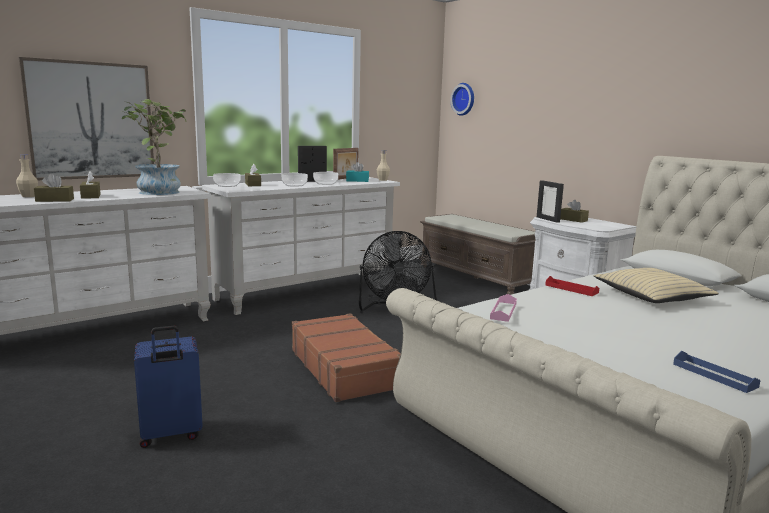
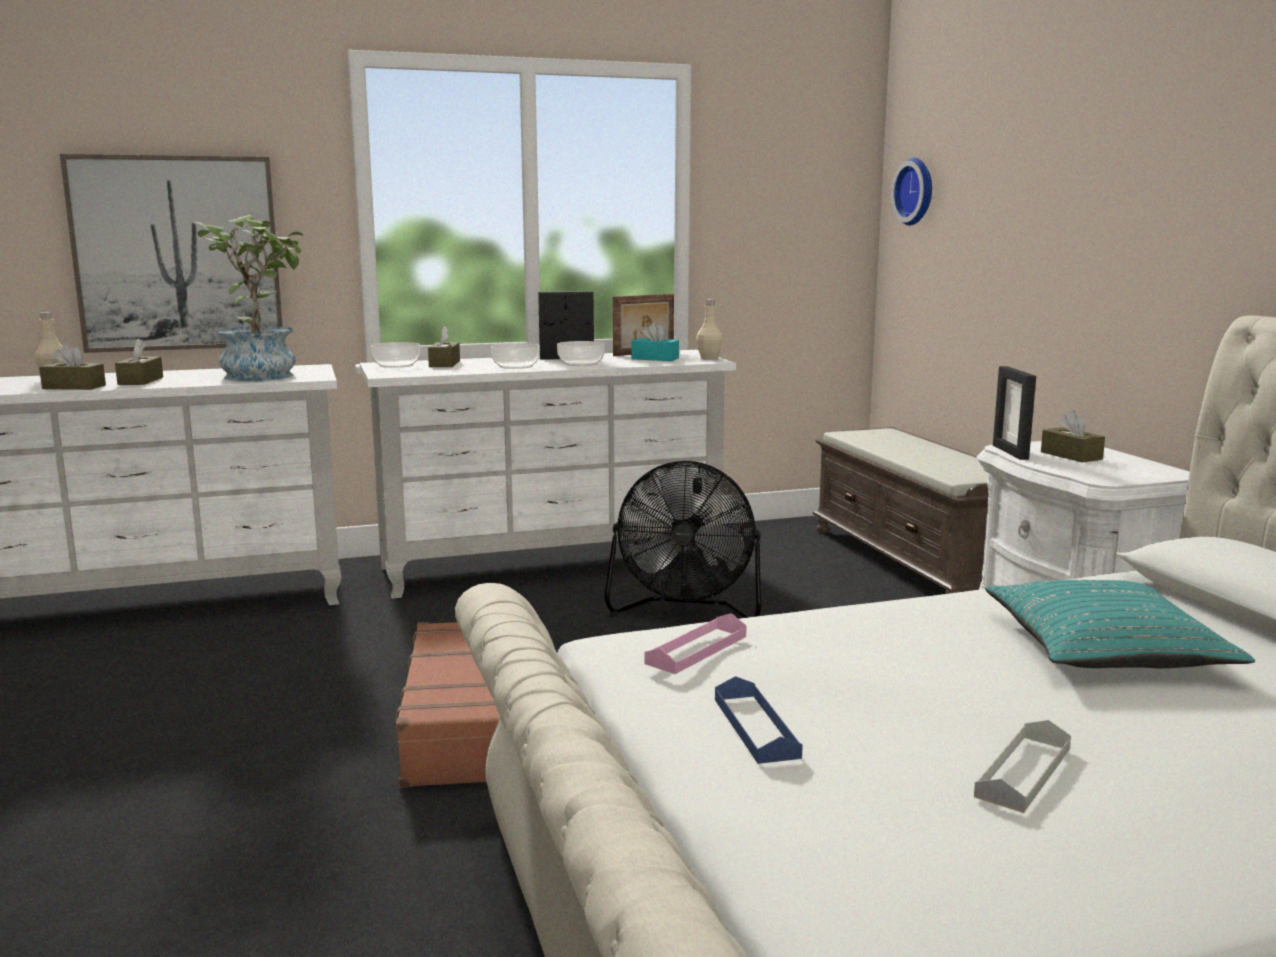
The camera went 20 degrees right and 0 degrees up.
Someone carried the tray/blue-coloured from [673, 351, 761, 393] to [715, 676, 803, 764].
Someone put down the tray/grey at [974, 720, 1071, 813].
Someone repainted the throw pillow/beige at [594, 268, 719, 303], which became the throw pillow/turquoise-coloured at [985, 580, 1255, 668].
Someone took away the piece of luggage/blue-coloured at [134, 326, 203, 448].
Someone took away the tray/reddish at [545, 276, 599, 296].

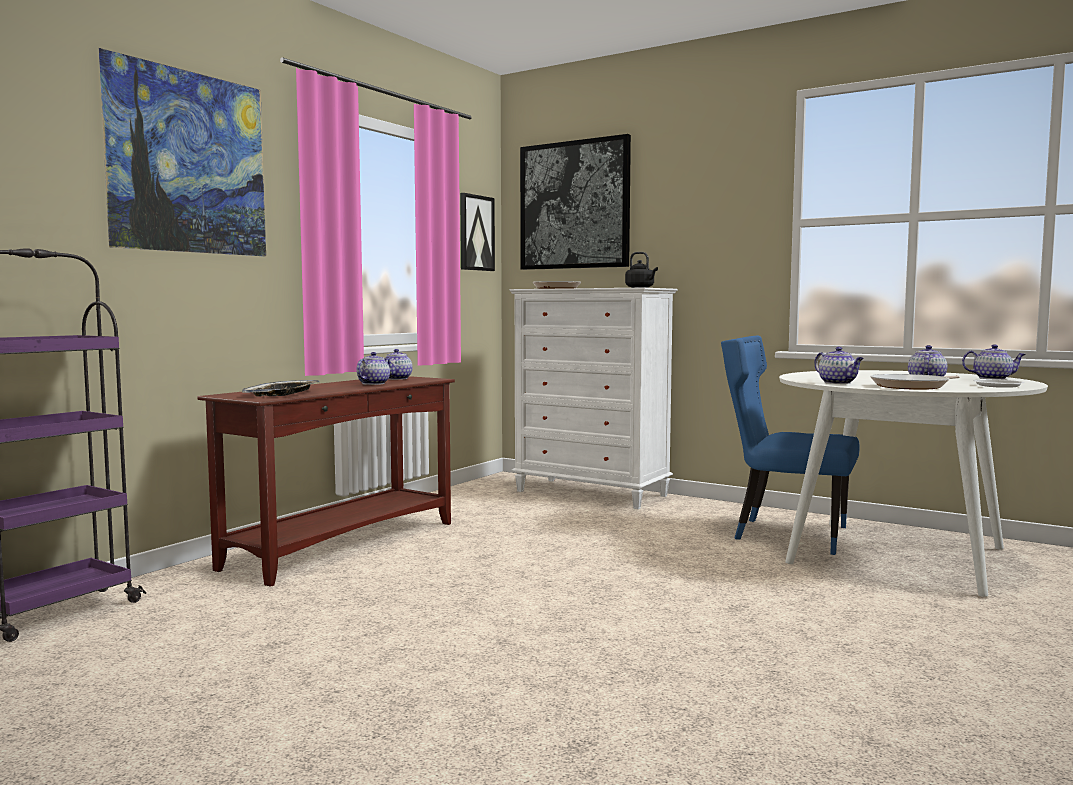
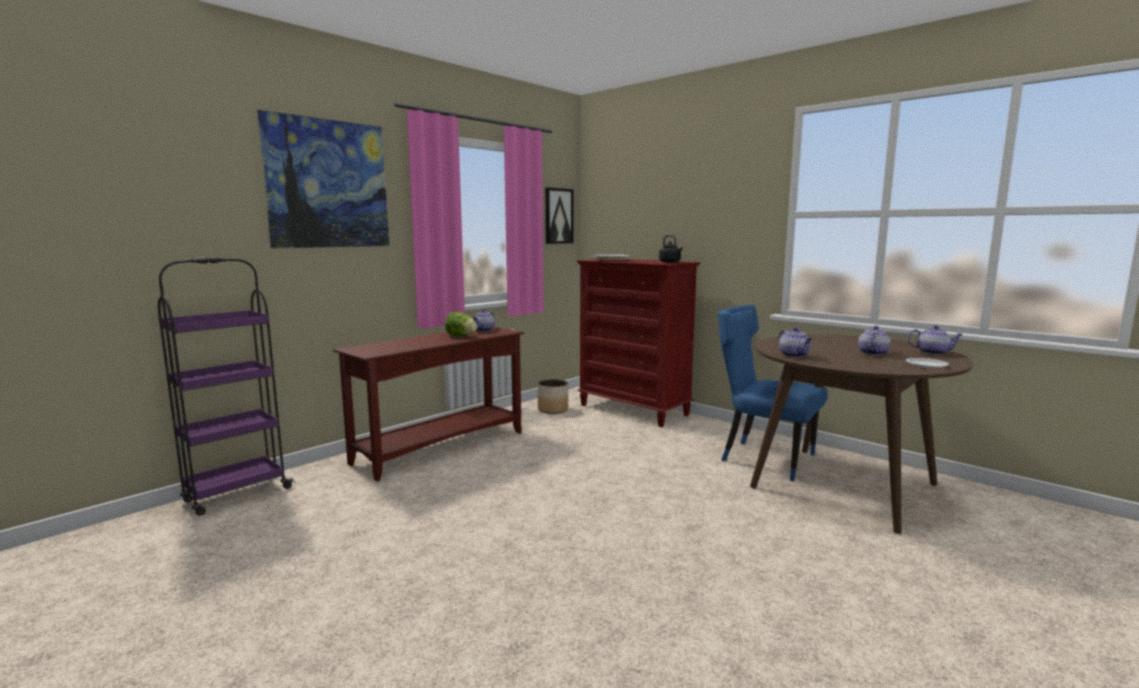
The camera went 10 degrees right and 5 degrees up.
Someone swapped the teapot at [356, 352, 390, 385] for the head of lettuce at [445, 312, 477, 337].
Someone put down the plant pot at [538, 379, 568, 414].
Someone repainted the chest of drawers/white at [510, 288, 677, 509], which became the chest of drawers/reddish at [577, 259, 700, 427].
Someone repainted the kitchen table/white at [779, 370, 1048, 597], which became the kitchen table/brown-coloured at [750, 335, 974, 534].
Someone took away the tray at [242, 380, 320, 397].
Someone took away the wall art at [520, 134, 631, 270].
Someone took away the frying pan at [870, 374, 959, 390].

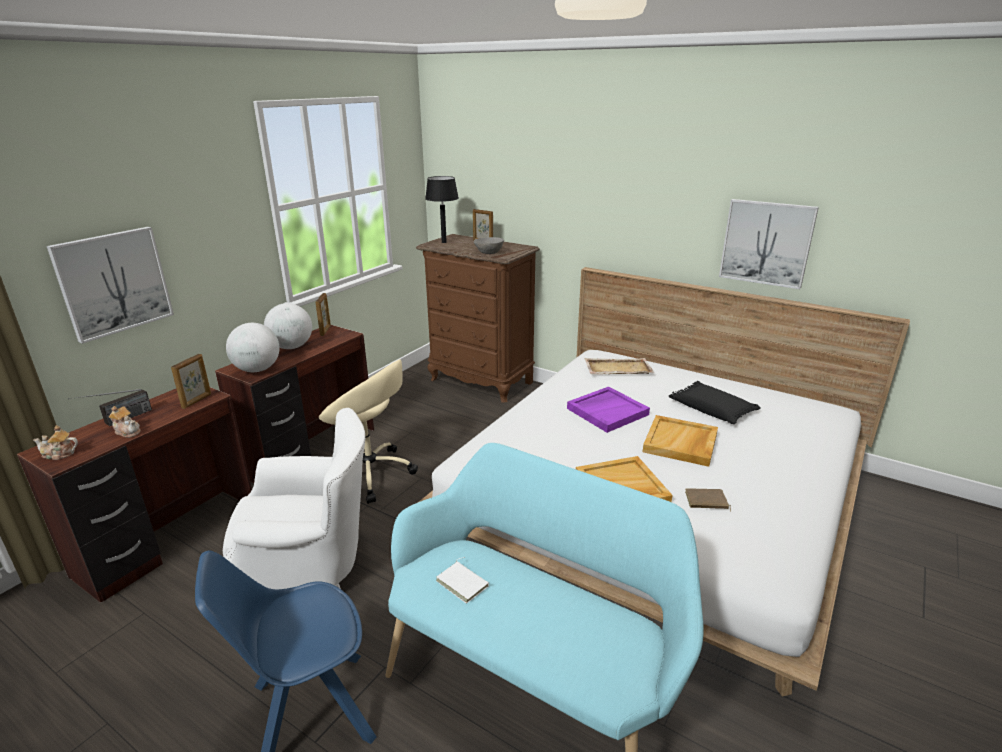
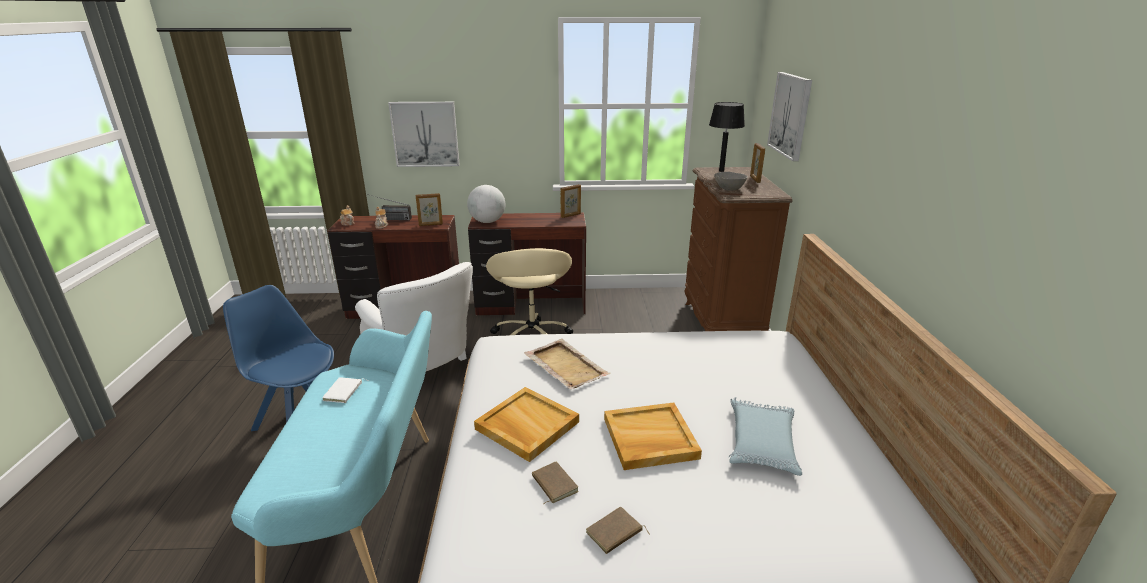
The camera went 55 degrees right and 0 degrees up.
Someone carried the tray/beige from [584, 358, 654, 374] to [524, 339, 611, 389].
Someone put down the book/brown-coloured at [586, 507, 650, 554].
Someone repainted the throw pillow/black-coloured at [669, 381, 761, 424], which became the throw pillow/blue-coloured at [729, 397, 802, 476].
Someone carried the wall art from [719, 199, 819, 289] to [767, 72, 812, 161].
Someone took away the desk globe at [264, 303, 312, 349].
Someone took away the tray/purplish at [567, 387, 650, 433].

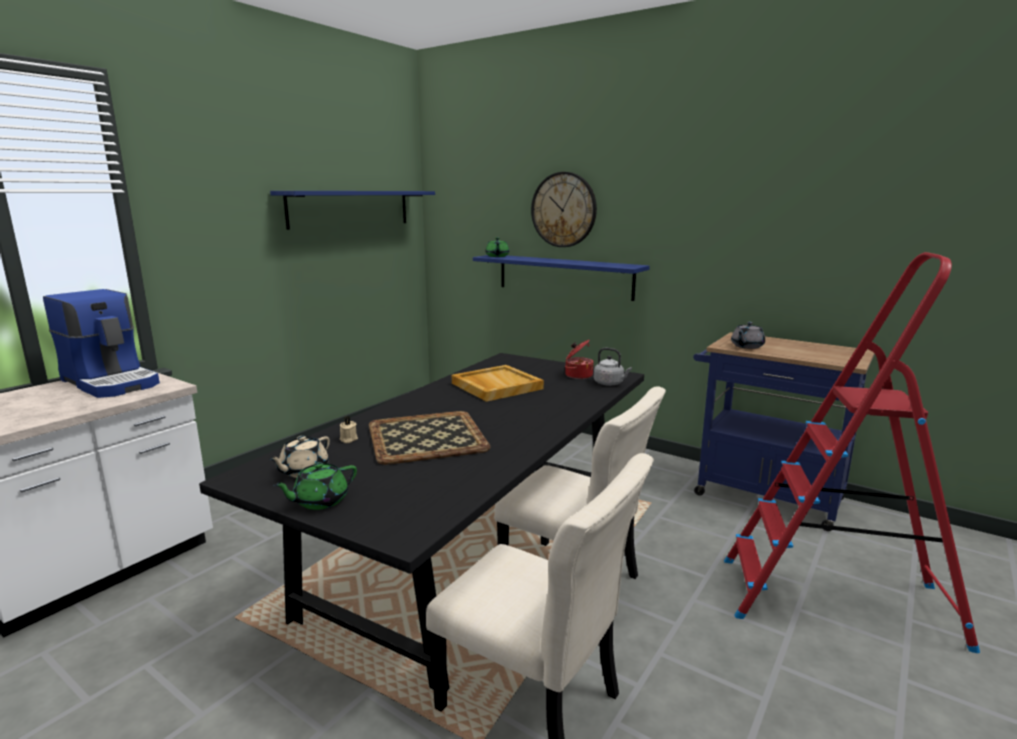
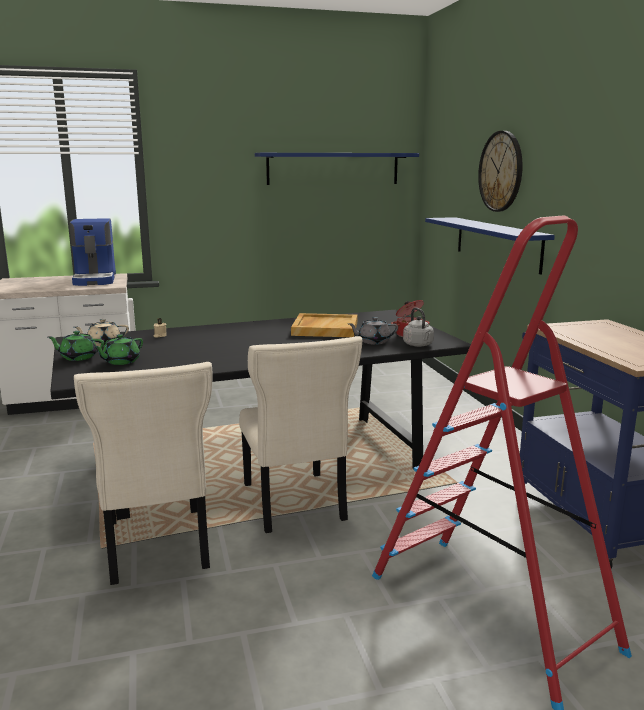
The camera went 40 degrees right and 0 degrees up.
Someone carried the teapot/green-coloured from [485, 237, 509, 257] to [94, 334, 143, 365].
Someone carried the teapot/grey from [731, 322, 765, 349] to [348, 317, 398, 345].
Someone took away the tray at [369, 411, 490, 465].

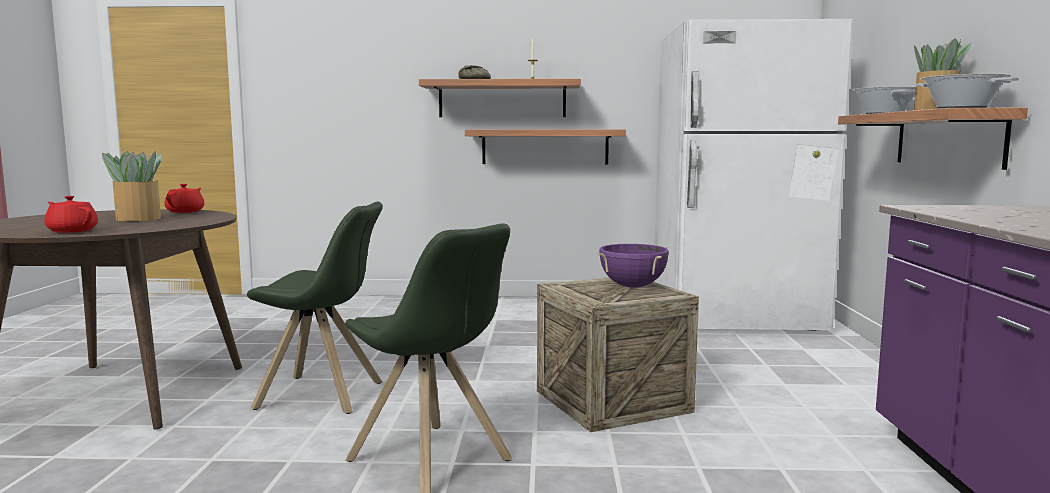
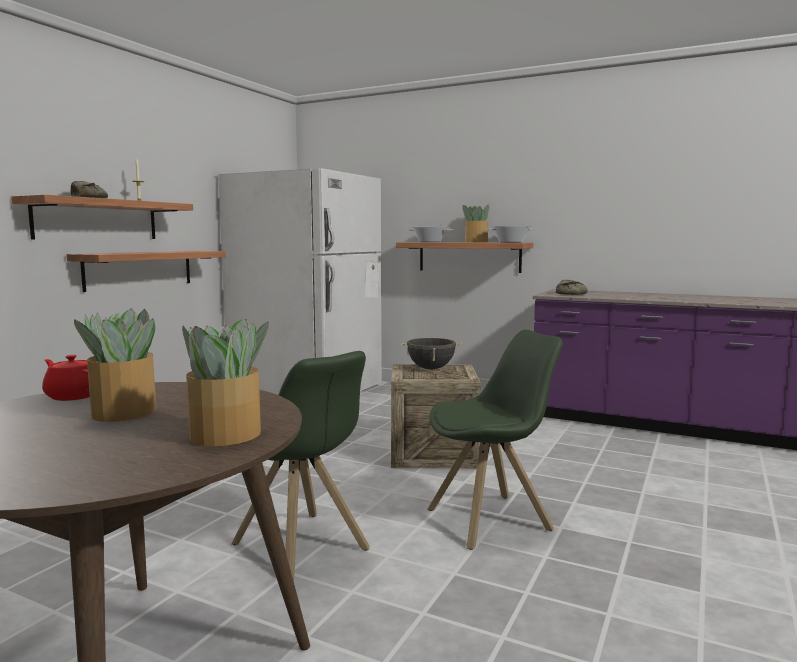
The camera went 65 degrees left and 0 degrees up.
Someone swapped the teapot/reddish at [44, 196, 98, 233] for the houseplant at [182, 319, 269, 446].
Someone rotated the plain chair/green-coloured at [247, 202, 383, 414] by 105 degrees clockwise.
Someone repainted the cooking pot/purplish at [597, 244, 669, 288], which became the cooking pot/black-coloured at [401, 338, 462, 369].
Someone put down the baked bread at [556, 280, 588, 295].

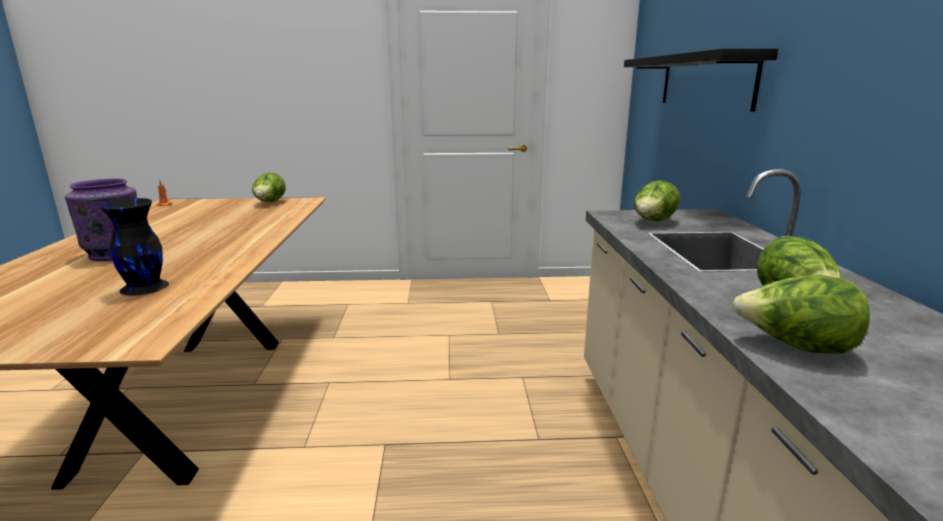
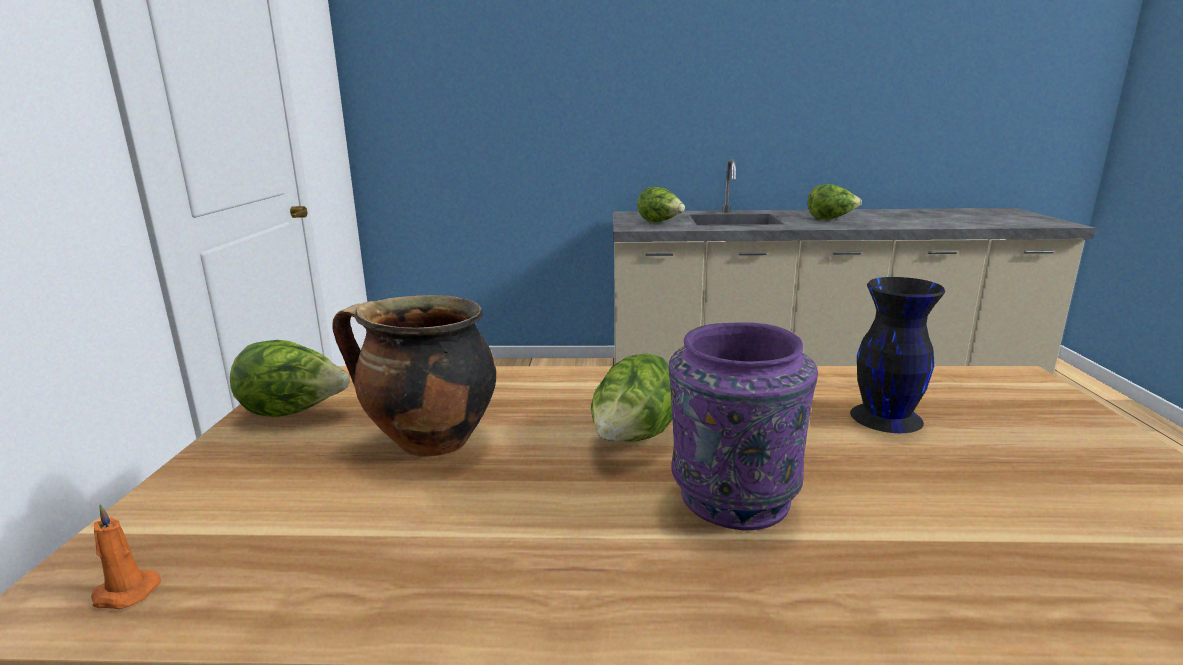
The camera went 85 degrees left and 0 degrees up.
Someone put down the cooking pot at [332, 295, 496, 457].
Someone carried the head of lettuce from [733, 275, 870, 354] to [591, 353, 672, 442].
Someone took away the shelf/black-coloured at [624, 48, 778, 112].

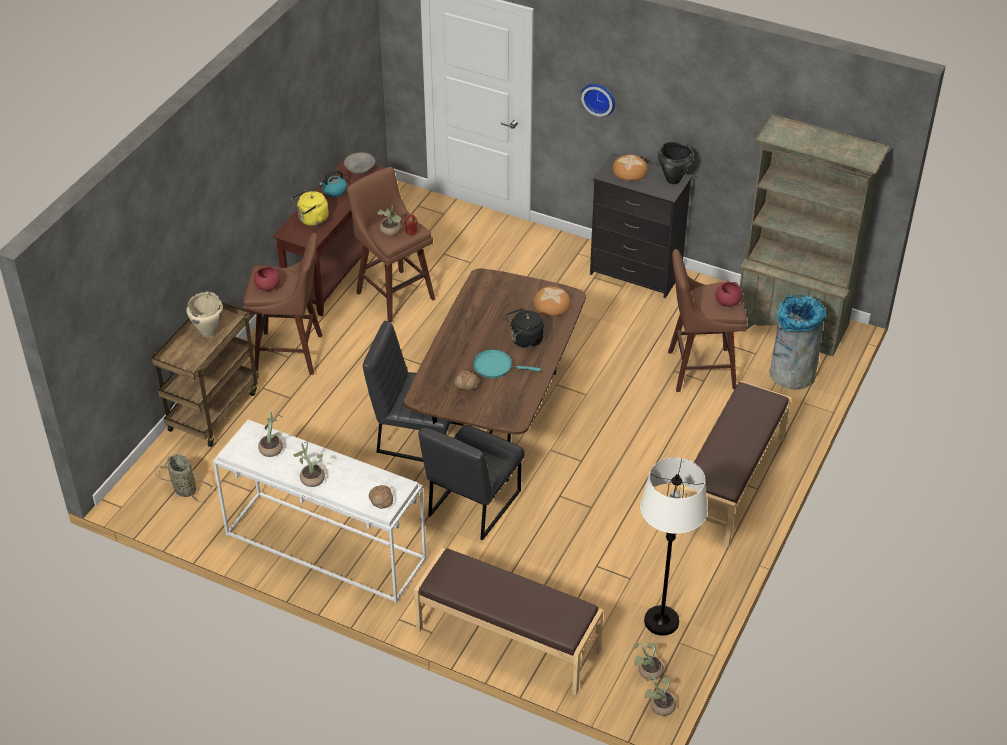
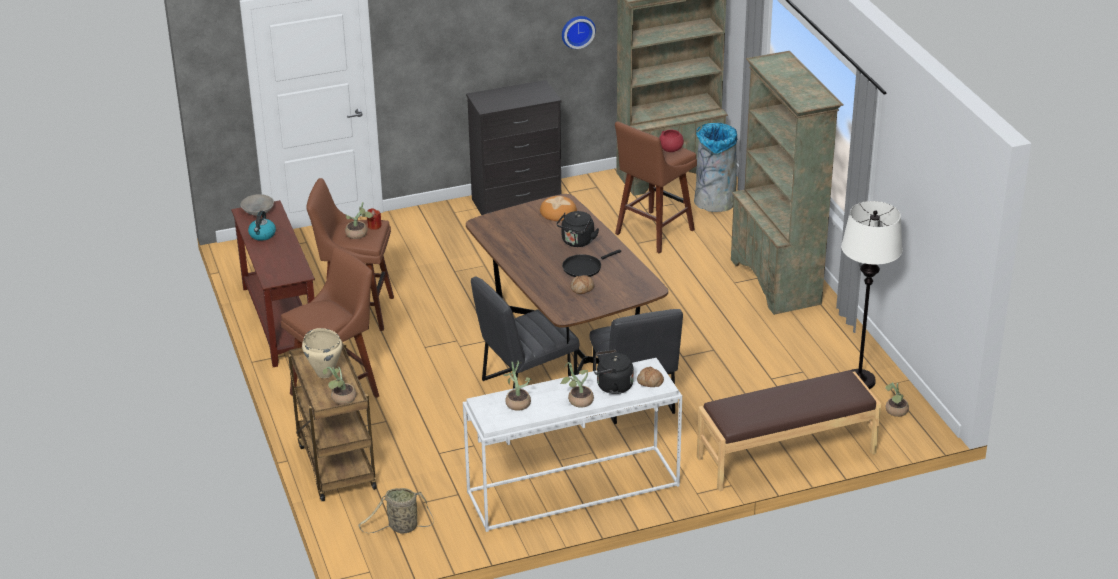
The camera went 45 degrees left and 10 degrees down.
Someone carried the houseplant from [644, 675, 676, 716] to [323, 367, 356, 405].
Someone carried the wall clock from [581, 84, 615, 117] to [562, 16, 596, 49].
Someone repainted the frying pan/turquoise-coloured at [473, 350, 541, 378], which became the frying pan/black-coloured at [562, 249, 621, 277].
Someone put down the water kettle/black-coloured at [594, 349, 634, 394].
Someone swapped the indoor bench/brown-coloured at [680, 381, 791, 547] for the bookcase/green-coloured at [731, 51, 843, 315].
Someone took away the bowl/reddish at [254, 265, 281, 291].
Someone took away the water kettle/yellow at [291, 190, 329, 226].
Someone took away the baked bread at [612, 155, 648, 181].
Someone took away the cooking pot/black-coloured at [658, 142, 693, 184].

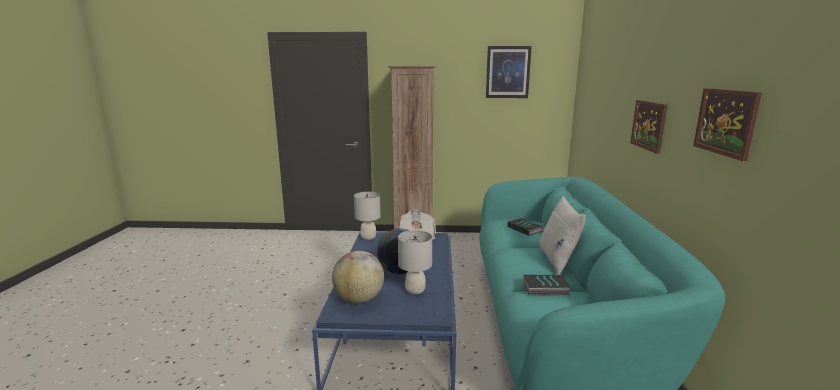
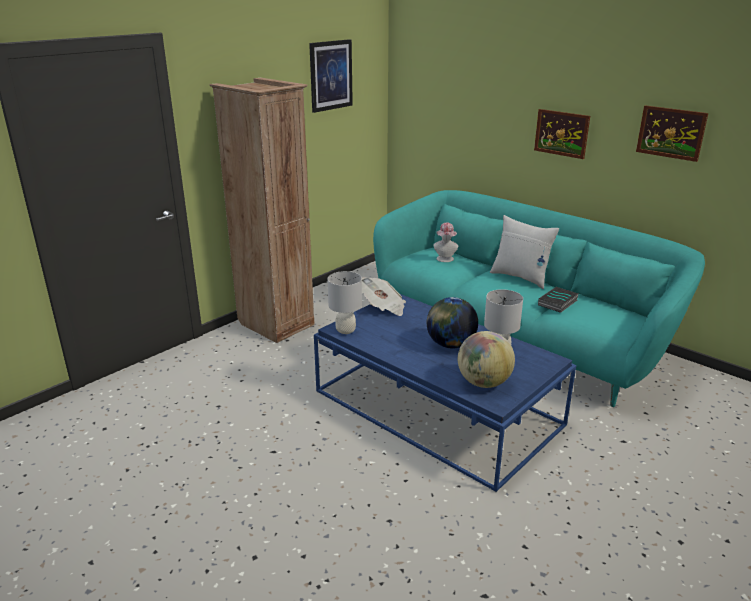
The camera went 50 degrees left and 10 degrees up.
Someone swapped the book at [507, 218, 544, 236] for the clothing hat at [433, 222, 458, 262].

